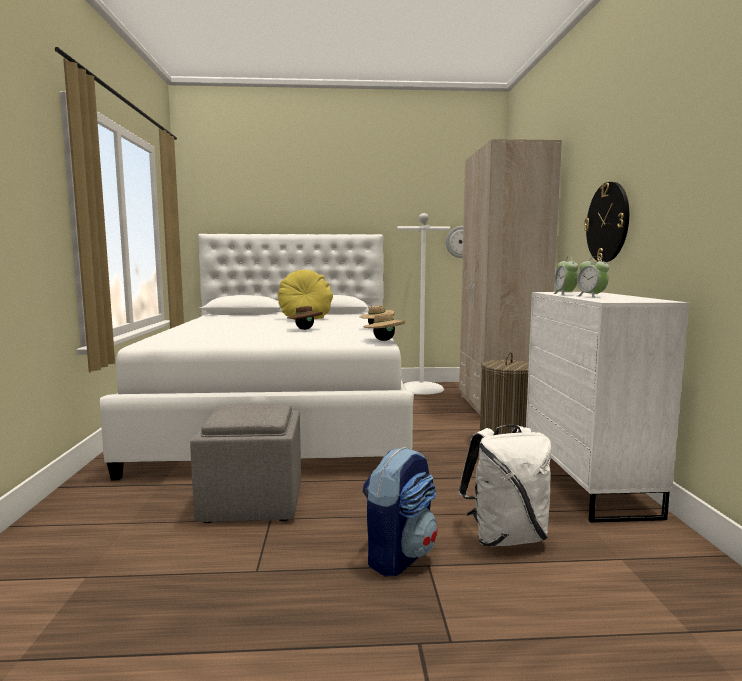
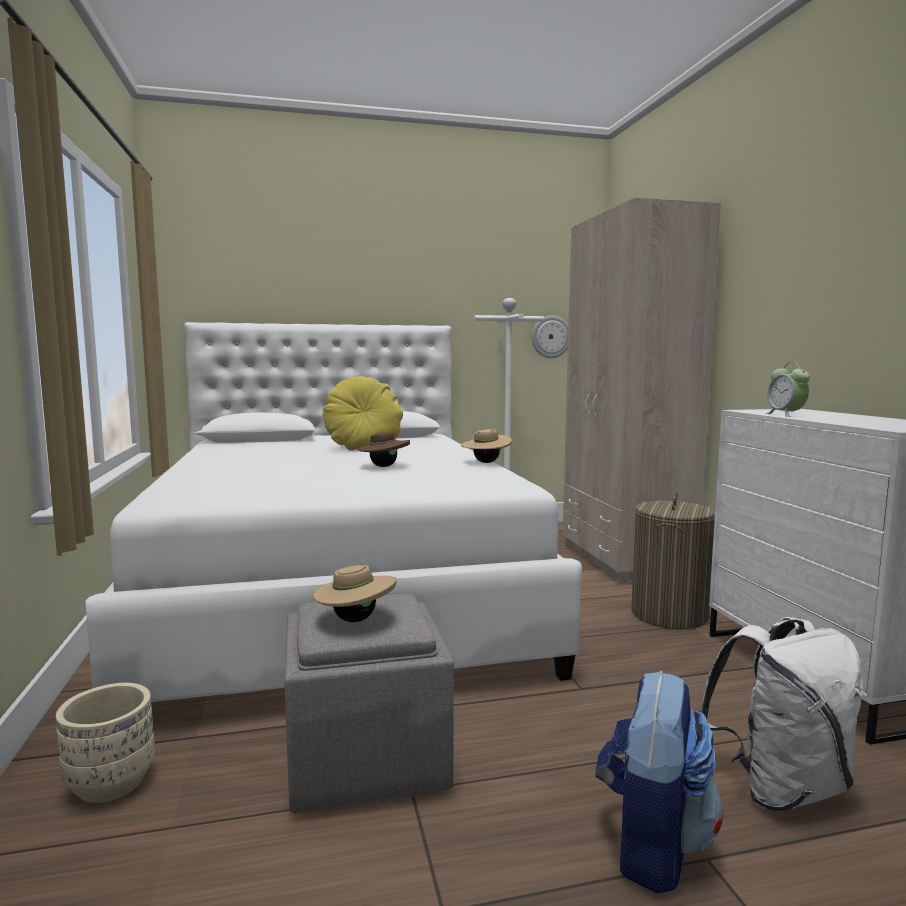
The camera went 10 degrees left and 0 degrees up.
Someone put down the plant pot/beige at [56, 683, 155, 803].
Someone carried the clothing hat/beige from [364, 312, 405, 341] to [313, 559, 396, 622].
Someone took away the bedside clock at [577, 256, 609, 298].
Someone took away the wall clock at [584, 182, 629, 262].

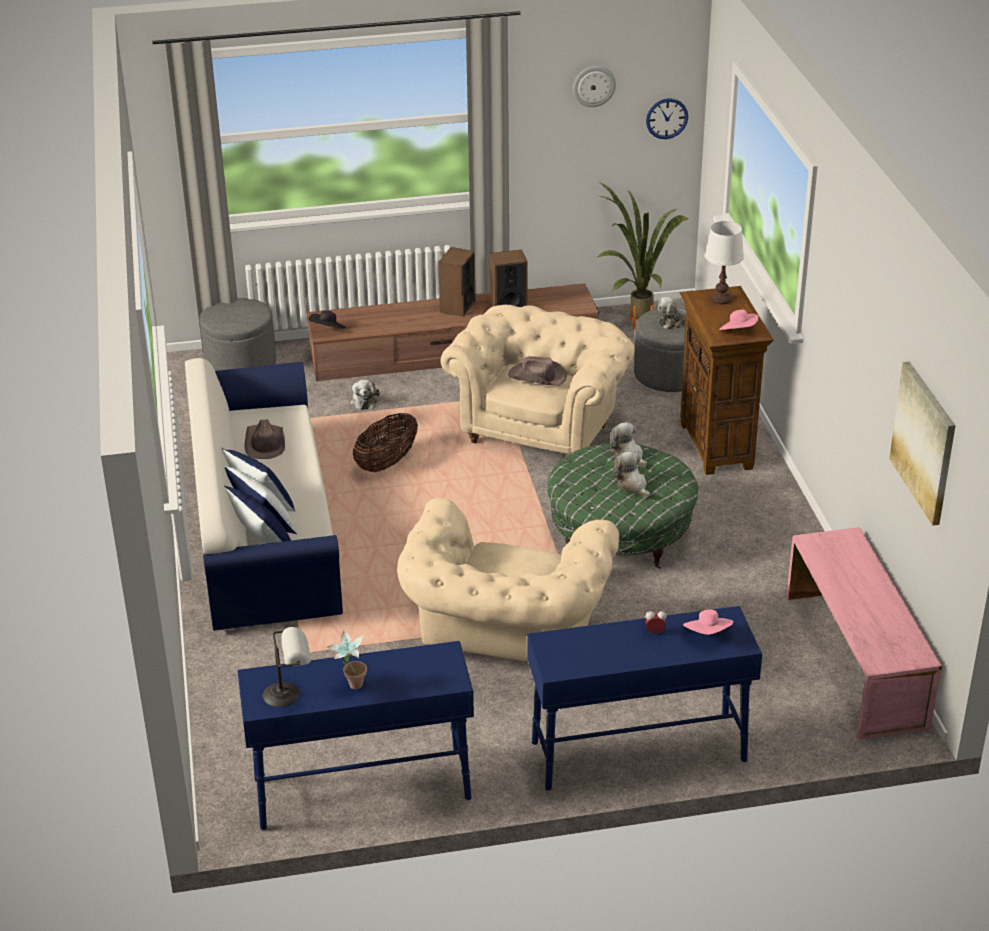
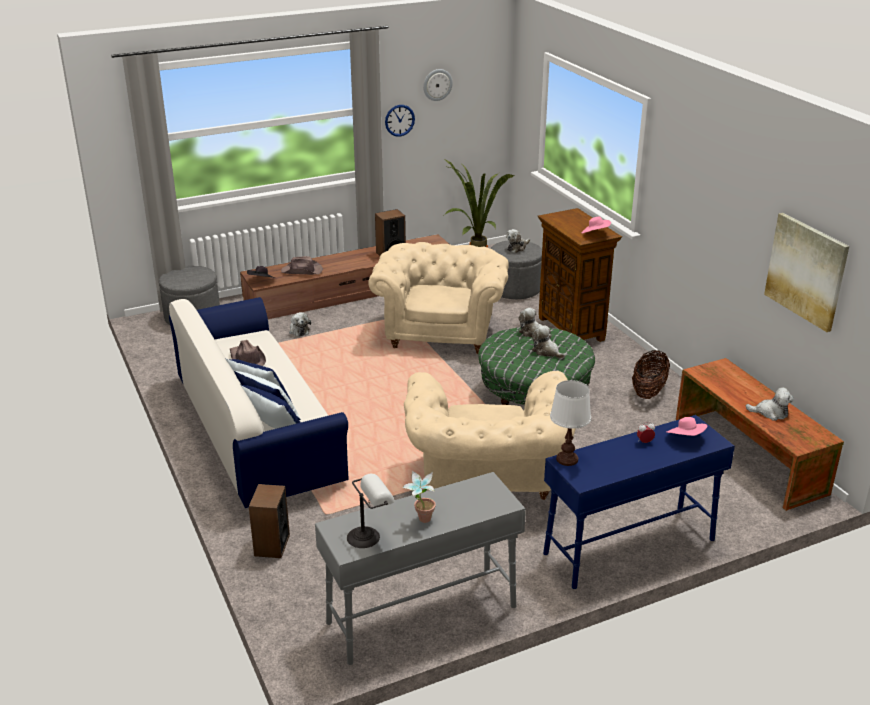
The camera went 15 degrees left and 5 degrees down.
Someone carried the audio speaker from [438, 247, 476, 317] to [249, 484, 290, 558].
Someone carried the clothing hat/brown-coloured from [508, 356, 567, 386] to [281, 256, 323, 275].
Someone repainted the narrow table/blue-coloured at [238, 641, 474, 830], which became the narrow table/grey at [315, 472, 526, 665].
Someone carried the wall clock from [646, 98, 688, 139] to [385, 105, 415, 137].
Someone carried the tabletop lamp/white from [705, 221, 744, 304] to [550, 380, 591, 466].
Someone carried the household basket from [353, 413, 418, 472] to [632, 350, 670, 399].
Someone repainted the indoor bench/pink-coloured at [786, 527, 942, 740], which became the indoor bench/brown-coloured at [676, 358, 844, 511].
Someone put down the soft toy at [746, 387, 794, 421].

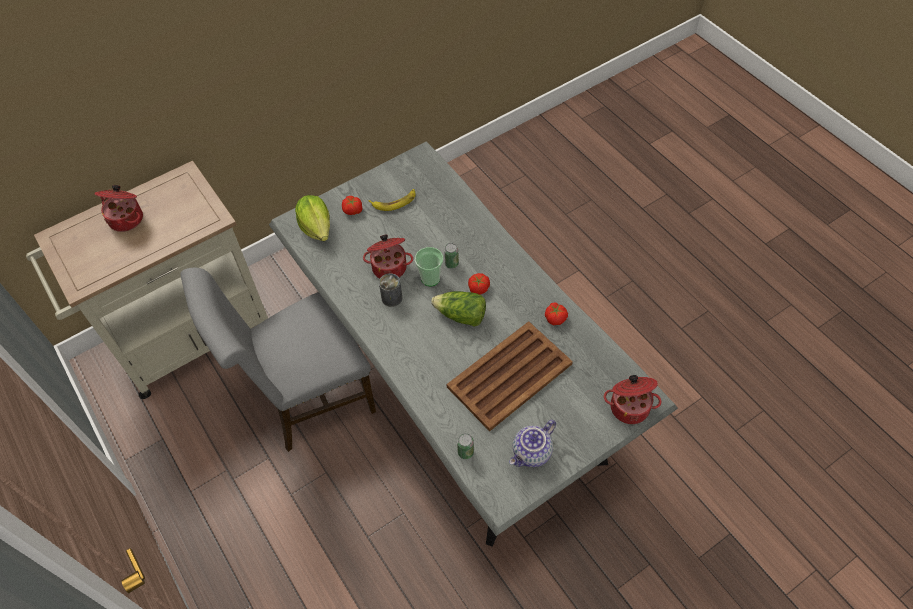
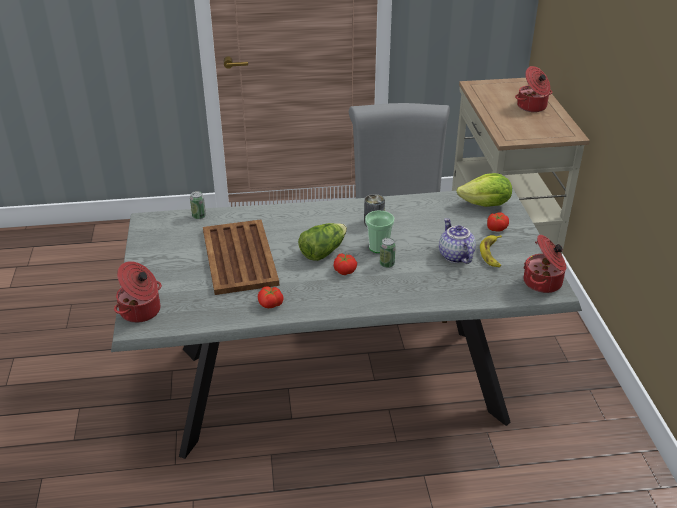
The camera went 115 degrees right and 20 degrees down.
Someone carried the teapot from [509, 420, 556, 467] to [439, 218, 476, 264].
Someone carried the cooking pot from [363, 234, 413, 279] to [523, 235, 566, 293].

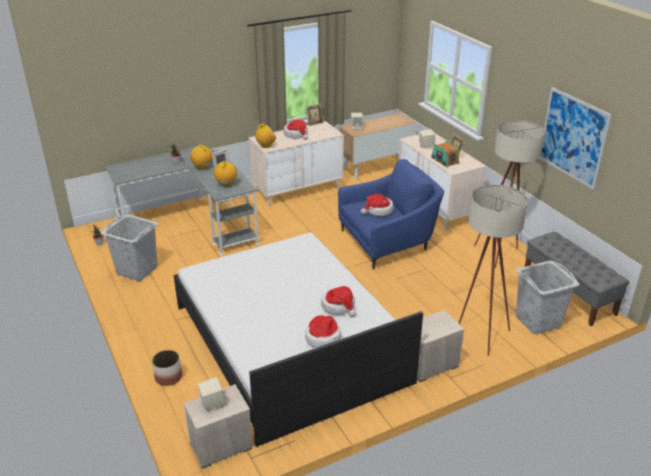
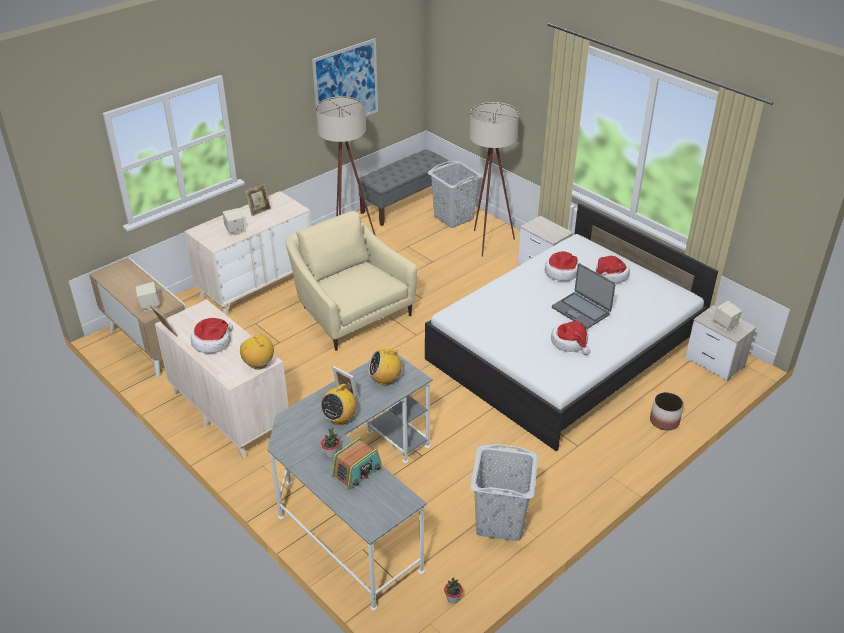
The camera went 105 degrees left and 5 degrees up.
Someone repainted the armchair/blue-coloured at [338, 159, 444, 270], which became the armchair/beige at [285, 211, 417, 351].
Someone carried the radio receiver from [431, 141, 459, 168] to [332, 437, 382, 490].
Someone carried the clothing hat from [361, 194, 394, 216] to [551, 321, 590, 355].
Someone put down the notebook computer at [552, 263, 616, 329].

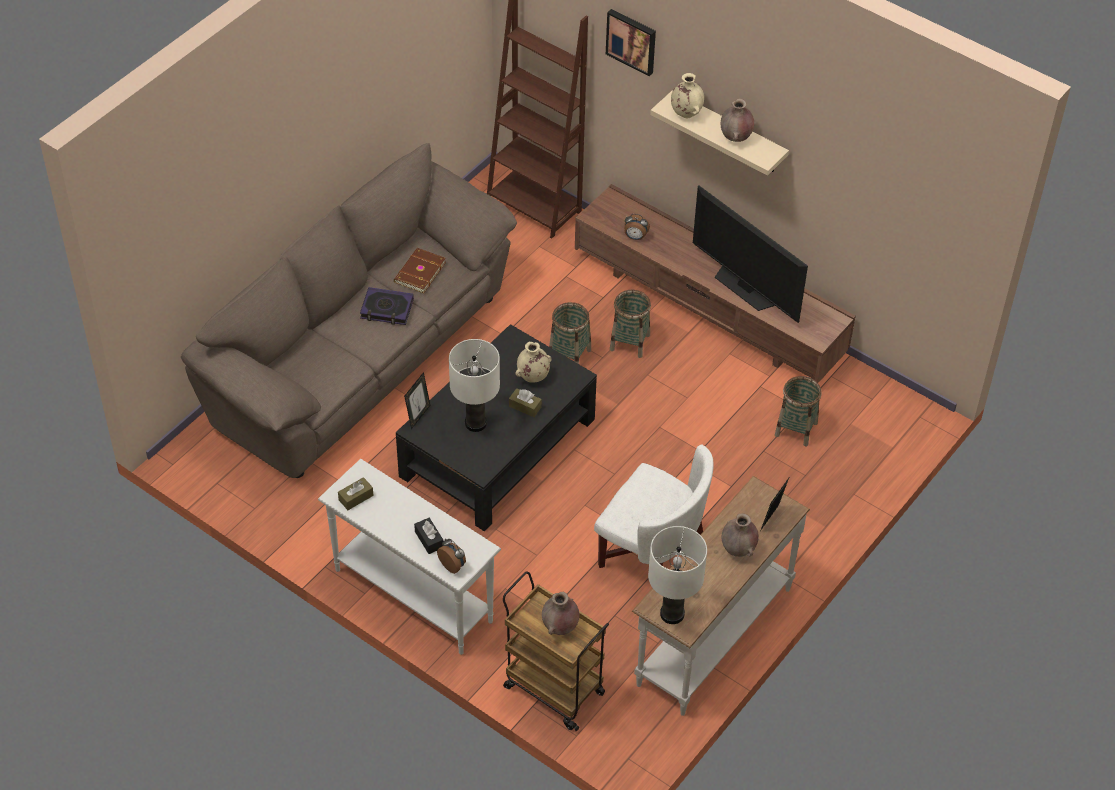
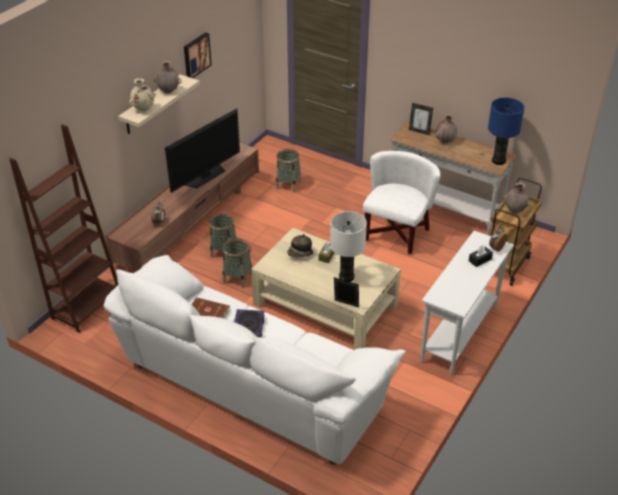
The camera went 95 degrees left and 10 degrees down.
Someone repainted the sofa/brown-coloured at [181, 143, 517, 478], which became the sofa/white at [104, 255, 406, 464].
Someone carried the wall art from [606, 9, 656, 76] to [184, 32, 212, 78].
Someone repainted the coffee table/black-coloured at [396, 324, 597, 531], which became the coffee table/beige at [252, 228, 401, 349].
Someone swapped the vase/beige at [515, 342, 552, 383] for the clothing hat at [287, 234, 313, 258].
Someone repainted the tabletop lamp/white at [648, 526, 707, 624], which became the tabletop lamp/blue-coloured at [488, 97, 524, 165].
Someone took away the box of tissues/brown-coloured at [338, 477, 373, 510].

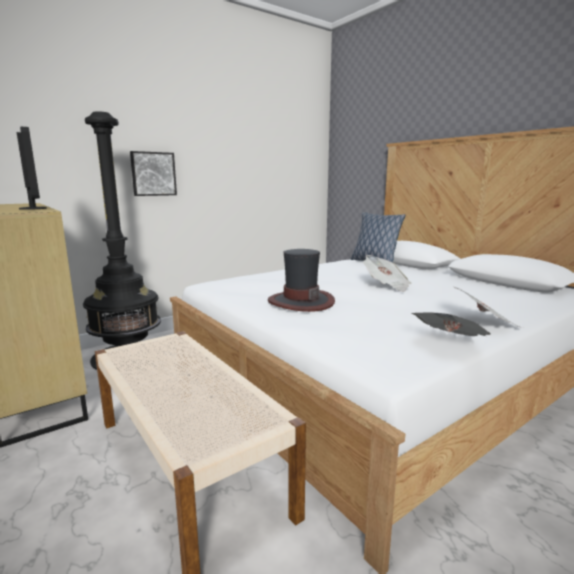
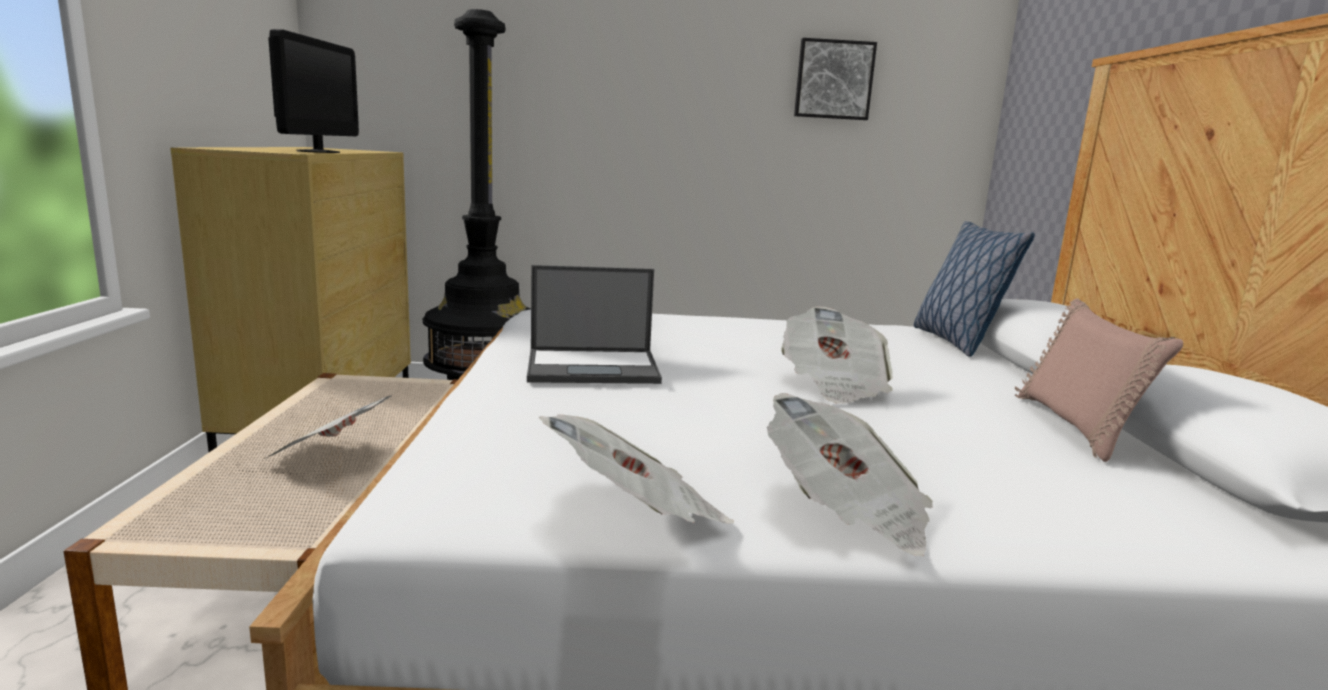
The camera went 35 degrees right and 0 degrees up.
Someone put down the newspaper at [264, 395, 392, 459].
Someone swapped the clothing hat at [268, 249, 335, 312] for the notebook computer at [527, 265, 662, 384].
Someone carried the wall art from [130, 151, 177, 196] to [794, 38, 877, 120].
Someone put down the throw pillow/beige at [1015, 298, 1183, 462].

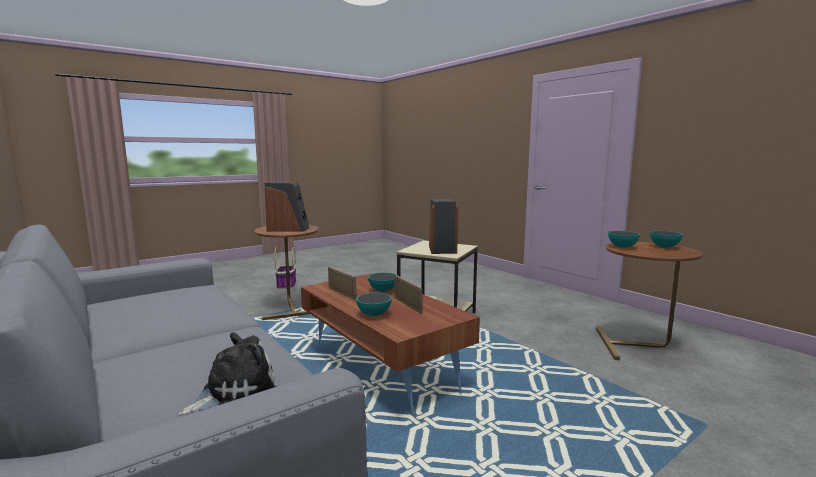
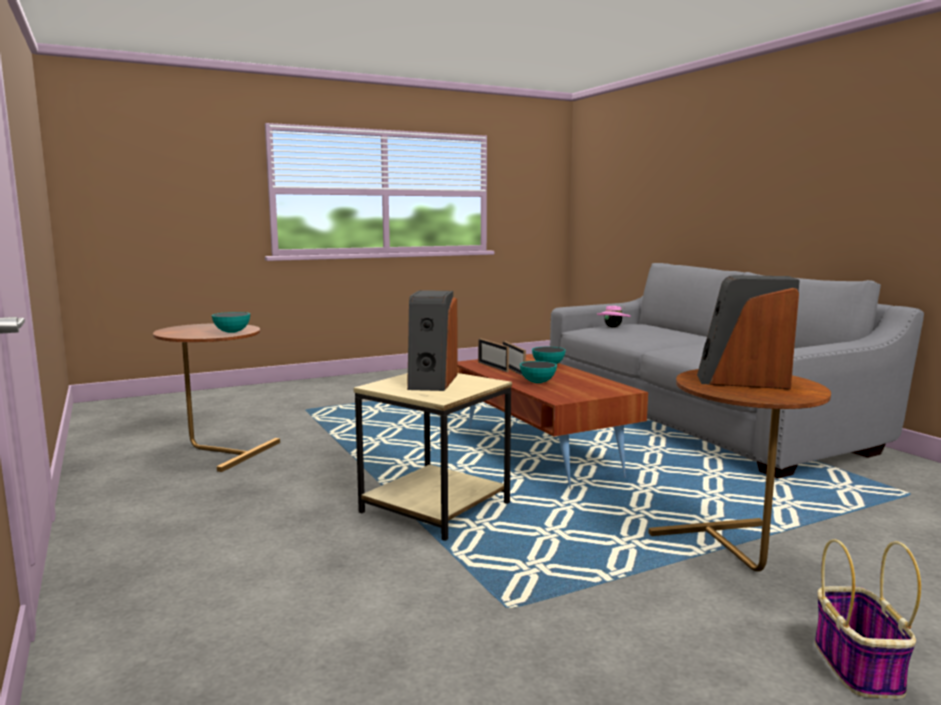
The camera went 170 degrees left and 0 degrees up.
Someone carried the photo frame from [328, 267, 356, 300] to [478, 338, 509, 372].
Someone swapped the soft toy at [178, 332, 277, 416] for the clothing hat/pink-coloured at [597, 306, 631, 328].
Someone took away the bowl at [650, 231, 683, 248].

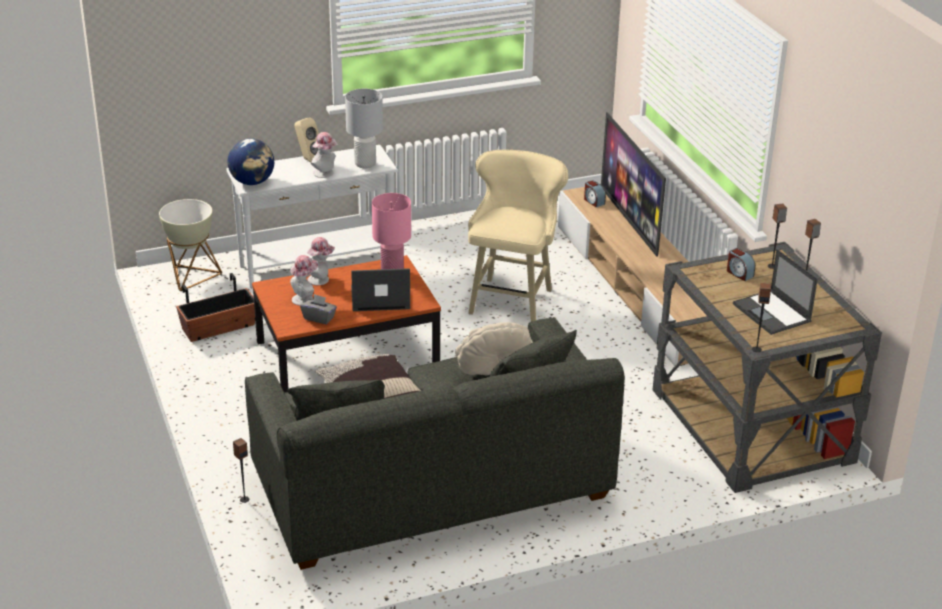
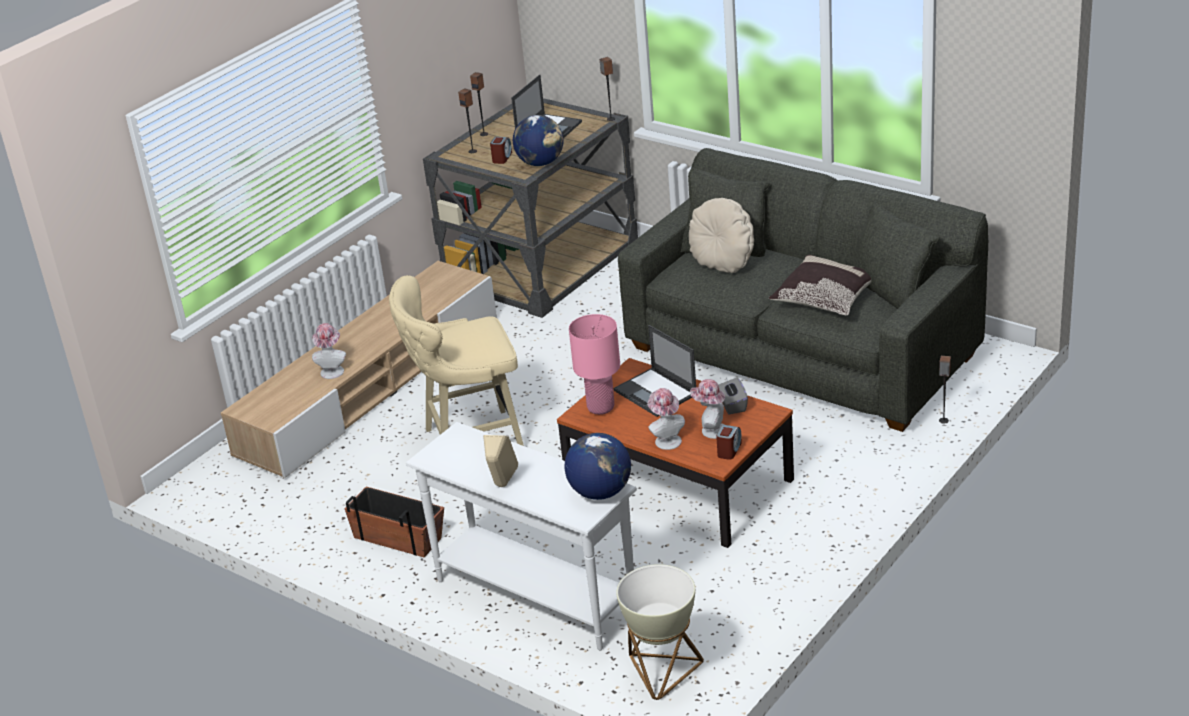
The camera went 120 degrees left and 0 degrees up.
Someone carried the clothing hat from [311, 132, 338, 178] to [312, 323, 346, 379].
Someone carried the plant pot from [176, 273, 255, 342] to [344, 486, 444, 557].
Someone put down the desk globe at [513, 115, 563, 166].
Someone carried the bedside clock from [584, 180, 606, 207] to [716, 425, 742, 460].
Someone took away the tabletop lamp/grey at [345, 89, 383, 169].
Someone took away the TV set at [601, 112, 666, 257].

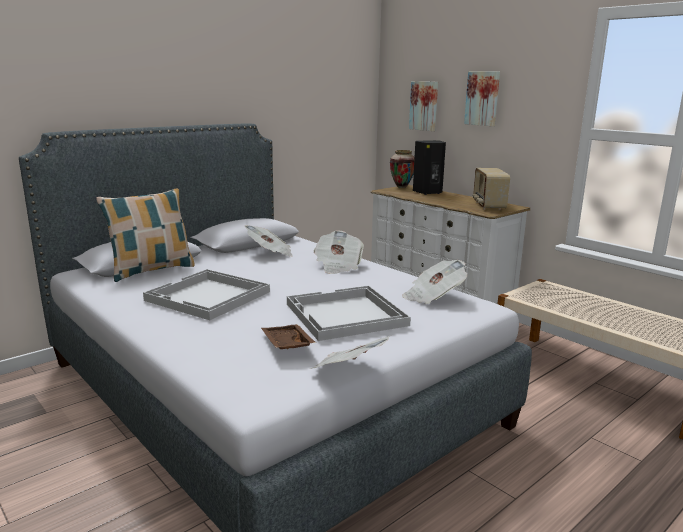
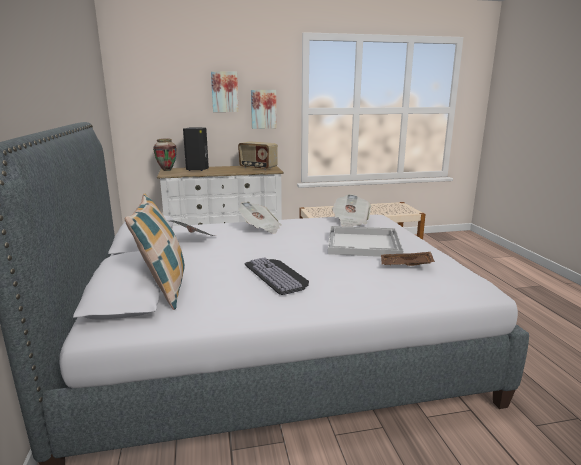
The camera went 60 degrees left and 0 degrees up.
Someone swapped the tray/white at [143, 269, 270, 320] for the keyboard at [245, 257, 309, 295].
Someone carried the wall art from [409, 81, 438, 131] to [251, 90, 277, 129].
Someone took away the newspaper at [310, 335, 392, 369].

